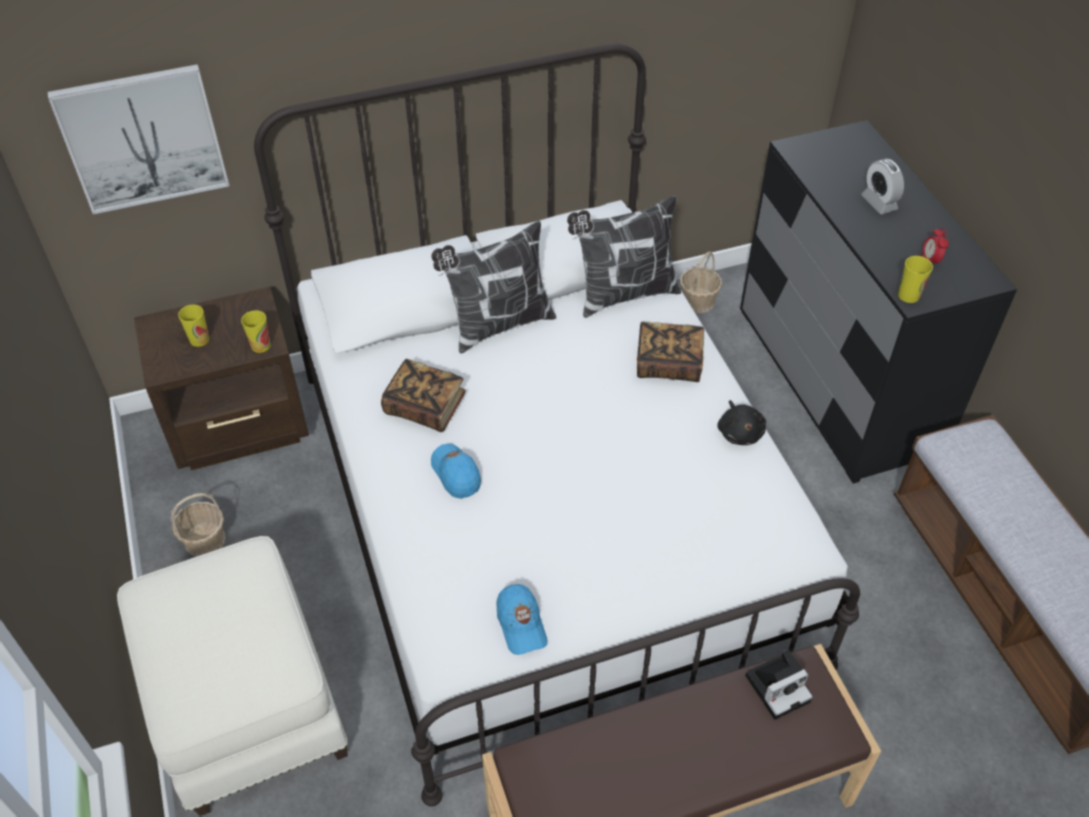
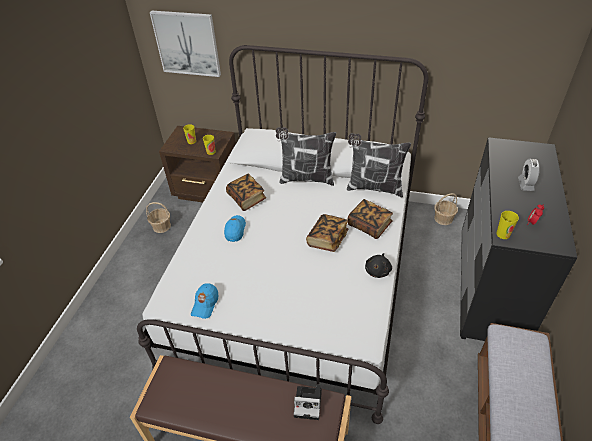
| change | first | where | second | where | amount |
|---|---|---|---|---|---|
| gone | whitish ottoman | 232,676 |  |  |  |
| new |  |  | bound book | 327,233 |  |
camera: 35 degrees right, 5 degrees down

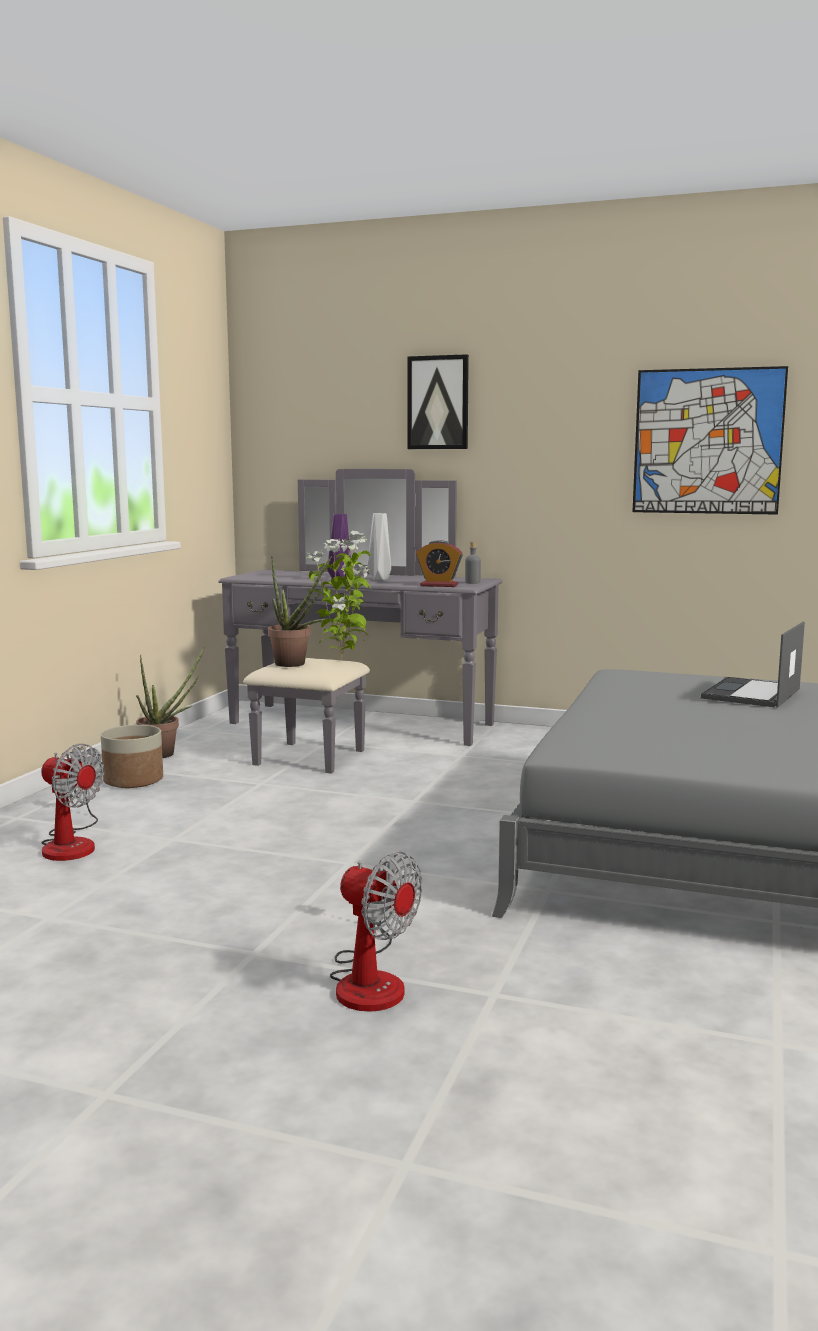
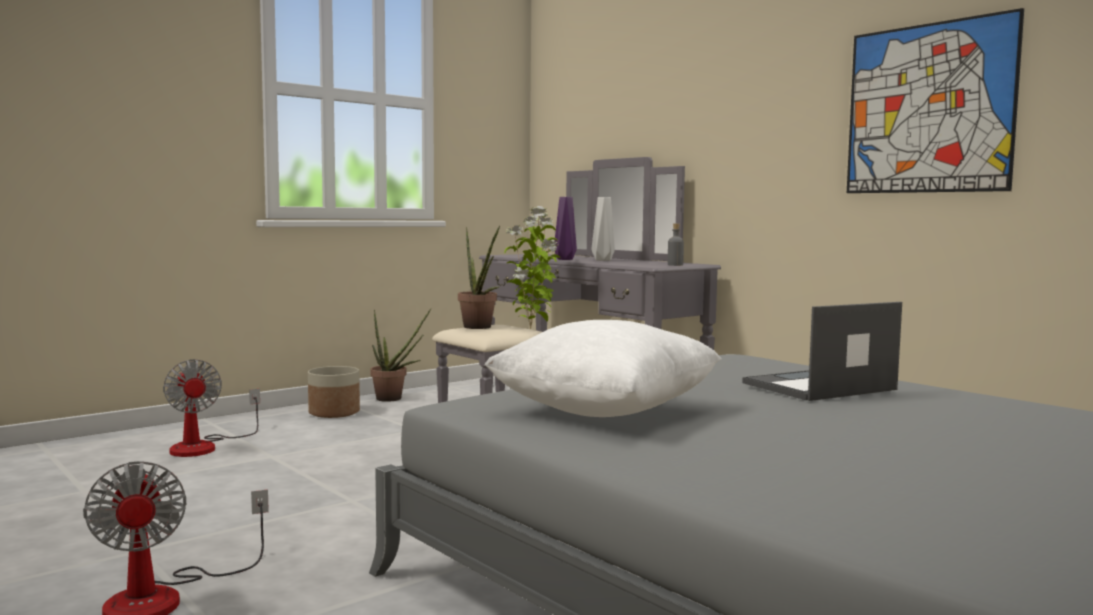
| change | first | where | second | where | amount |
|---|---|---|---|---|---|
| gone | wall picture | 438,401 |  |  |  |
| gone | table clock | 439,563 |  |  |  |
| new |  |  | whitish throw pillow | 603,368 |  |
camera: 30 degrees right, 5 degrees down

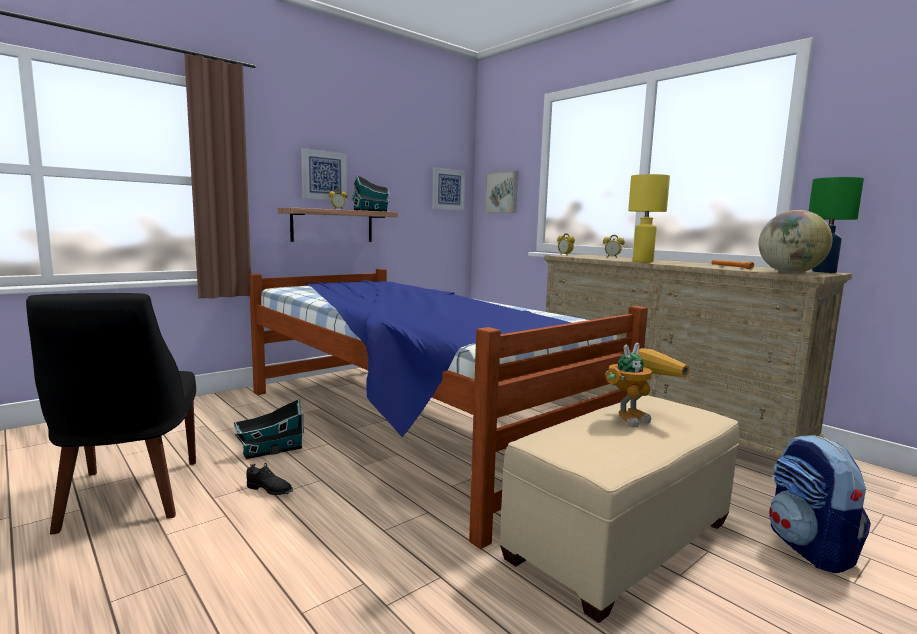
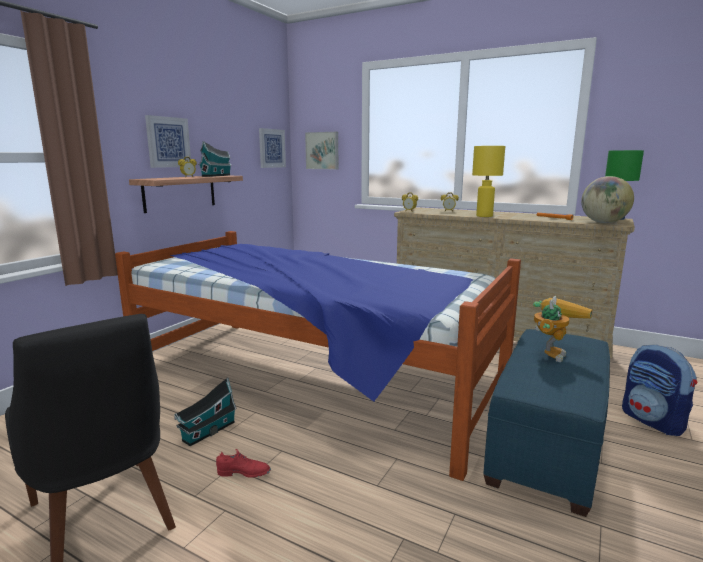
| change | first | where | second | where | amount |
|---|---|---|---|---|---|
| repainted | black-coloured shoe | 270,479 | red shoe | 243,463 |  |
| repainted | sand-coloured ottoman | 619,509 | bluish ottoman | 546,423 |  |
camera: 20 degrees left, 5 degrees up

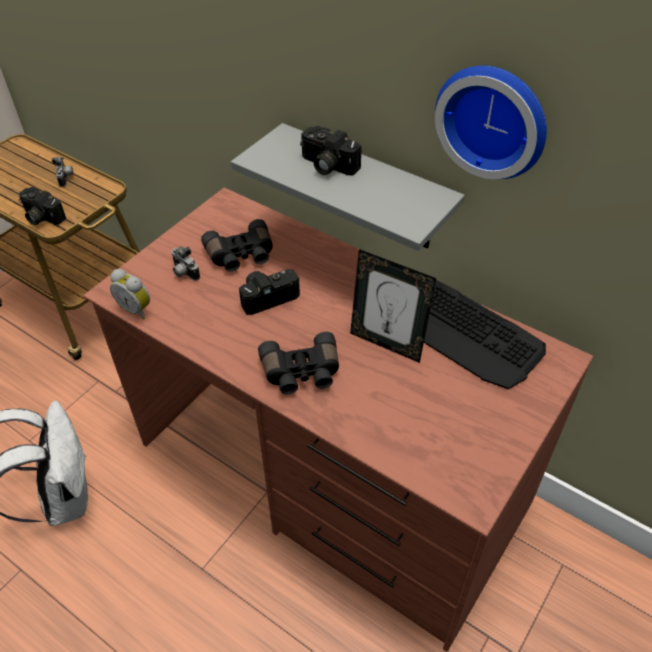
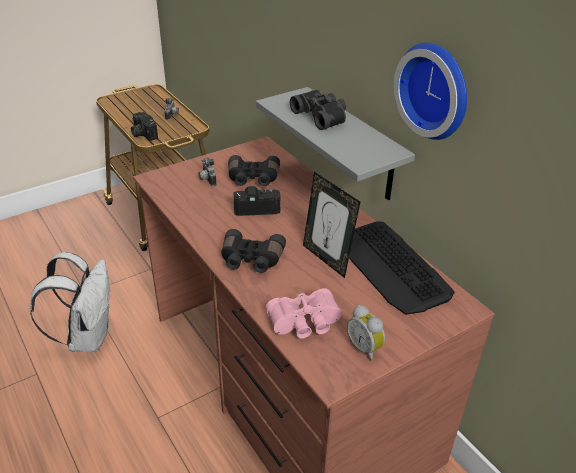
| change | first | where | second | where | amount |
|---|---|---|---|---|---|
| shifted | table clock | 130,294 |  | 366,333 |  |
| swapped | still camera | 331,151 | black-coloured field glasses | 318,110 |  |
| new |  |  | pinkish field glasses | 304,313 |  |
camera: 20 degrees right, 10 degrees down

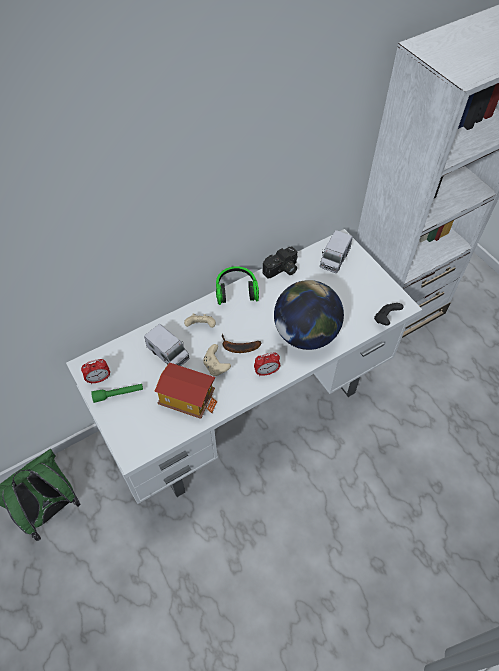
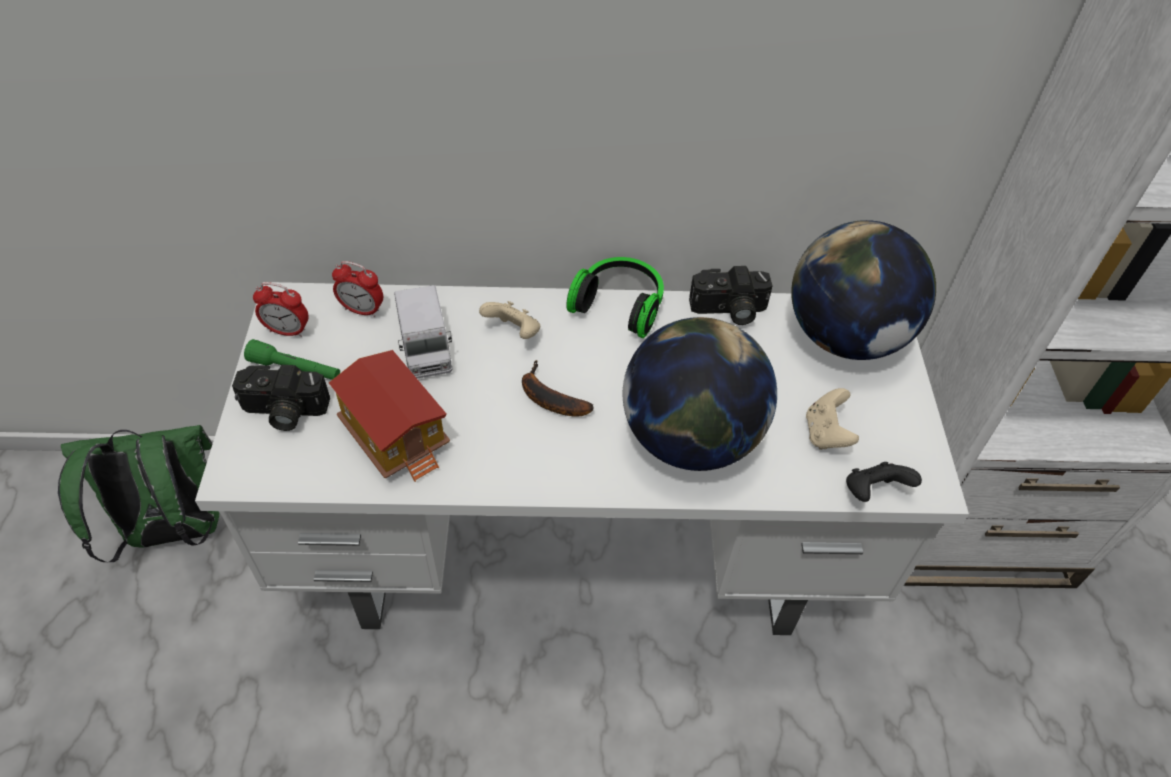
| change | first | where | second | where | amount |
|---|---|---|---|---|---|
| shifted | sand-coloured game controller | 217,360 |  | 832,419 |  |
| shifted | table clock | 267,364 |  | 357,289 |  |
| swapped | model truck | 336,251 | world globe | 863,290 |  |
| new |  |  | still camera | 281,398 |  |
camera: 30 degrees right, 5 degrees down

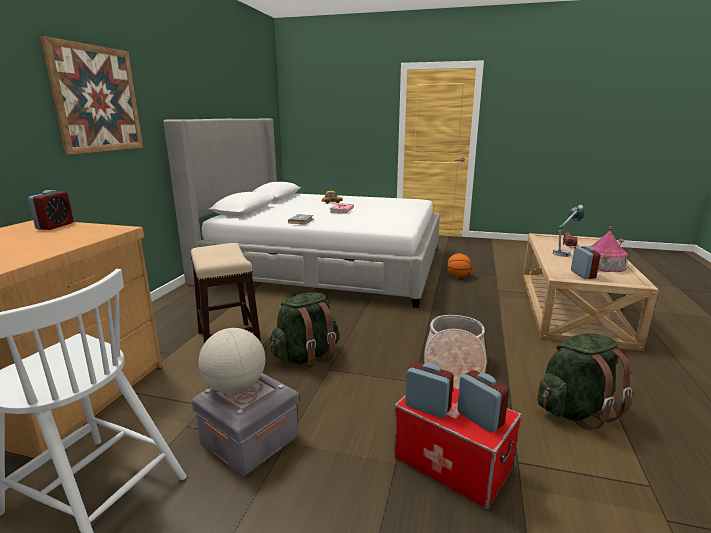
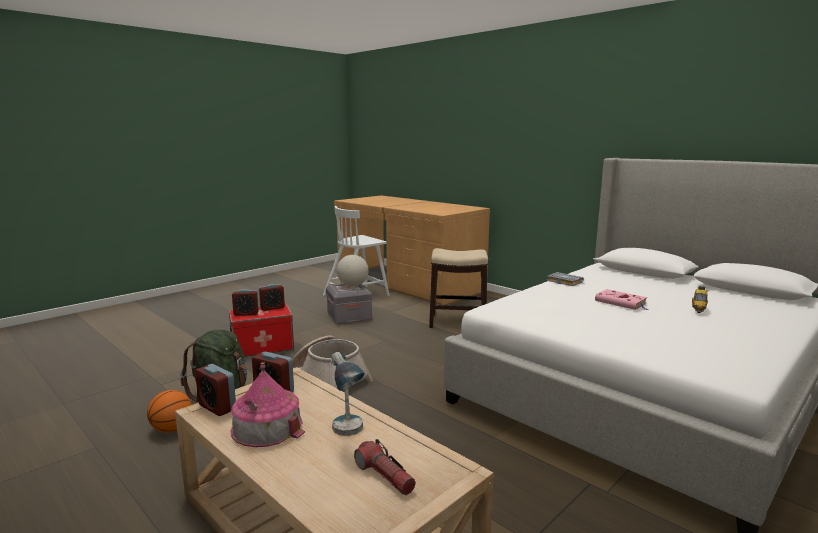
| change | first | where | second | where | amount |
|---|---|---|---|---|---|
| shifted | table clock | 51,210 |  | 215,390 |  |
| gone | wall picture | 91,95 |  |  |  |
| gone | greenish backpack | 304,330 |  |  |  |
| shifted | basketball | 459,265 |  | 169,411 |  |
camera: 120 degrees right, 5 degrees down

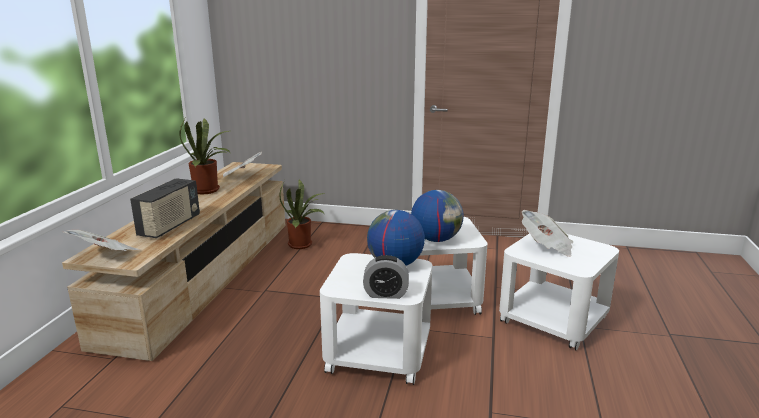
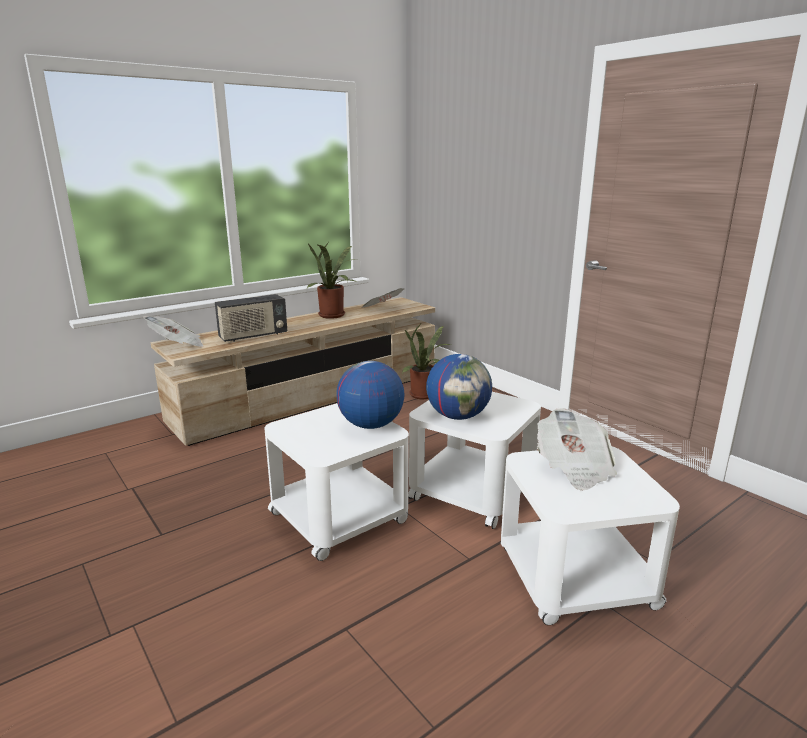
| change | first | where | second | where | amount |
|---|---|---|---|---|---|
| gone | table clock | 386,277 |  |  |  |
camera: 40 degrees right, 0 degrees up

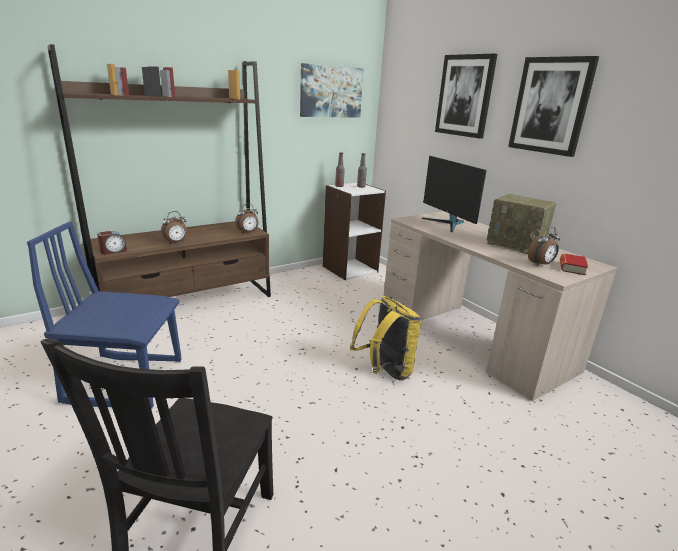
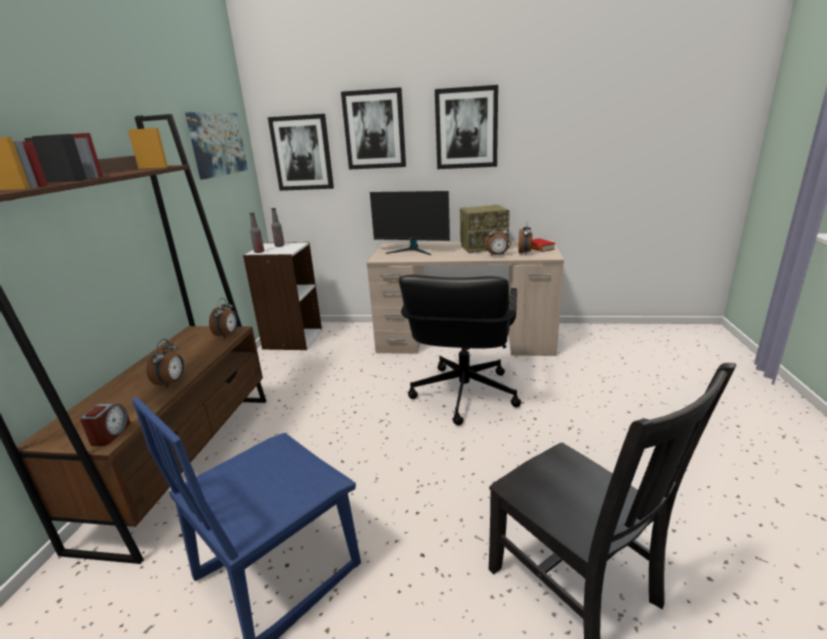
| change | first | where | second | where | amount |
|---|---|---|---|---|---|
| swapped | yellow backpack | 385,338 | black-coloured office chair | 460,350 |  |
| new |  |  | wall picture | 301,152 |  |
| new |  |  | table clock | 497,240 |  |
camera: 45 degrees left, 0 degrees up

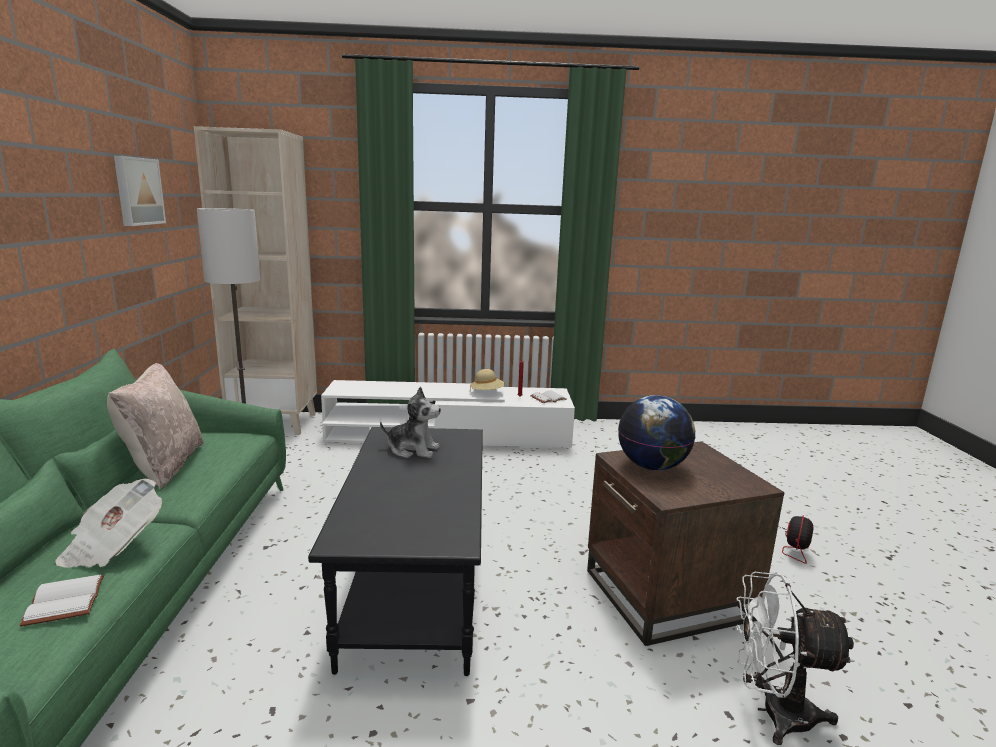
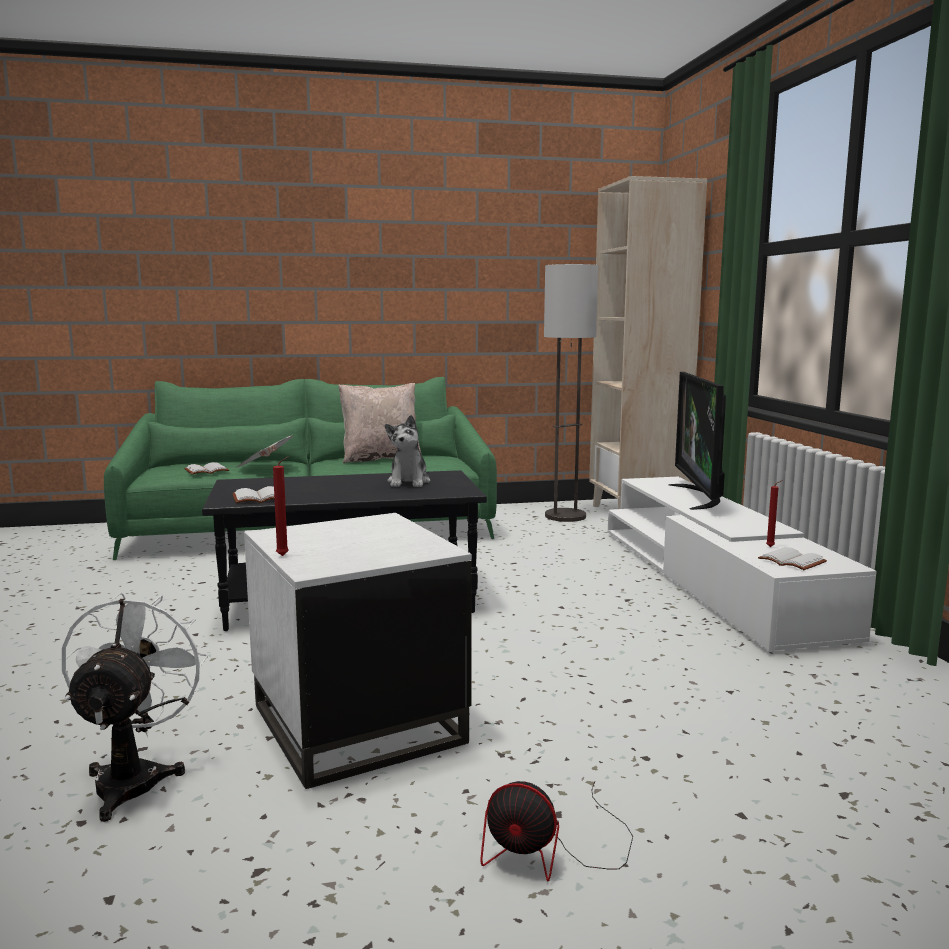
| change | first | where | second | where | amount |
|---|---|---|---|---|---|
| gone | wall picture | 140,191 |  |  |  |
| gone | sand-coloured wearable hat | 487,379 |  |  |  |
| repainted | brown side table | 685,543 | whitish side table | 358,651 |  |
| gone | world globe | 657,432 |  |  |  |
| new |  |  | whitish bound book | 259,494 |  |
| new |  |  | red candle | 281,506 |  |
| new |  |  | TV | 697,441 |  |
camera: 80 degrees right, 5 degrees down

